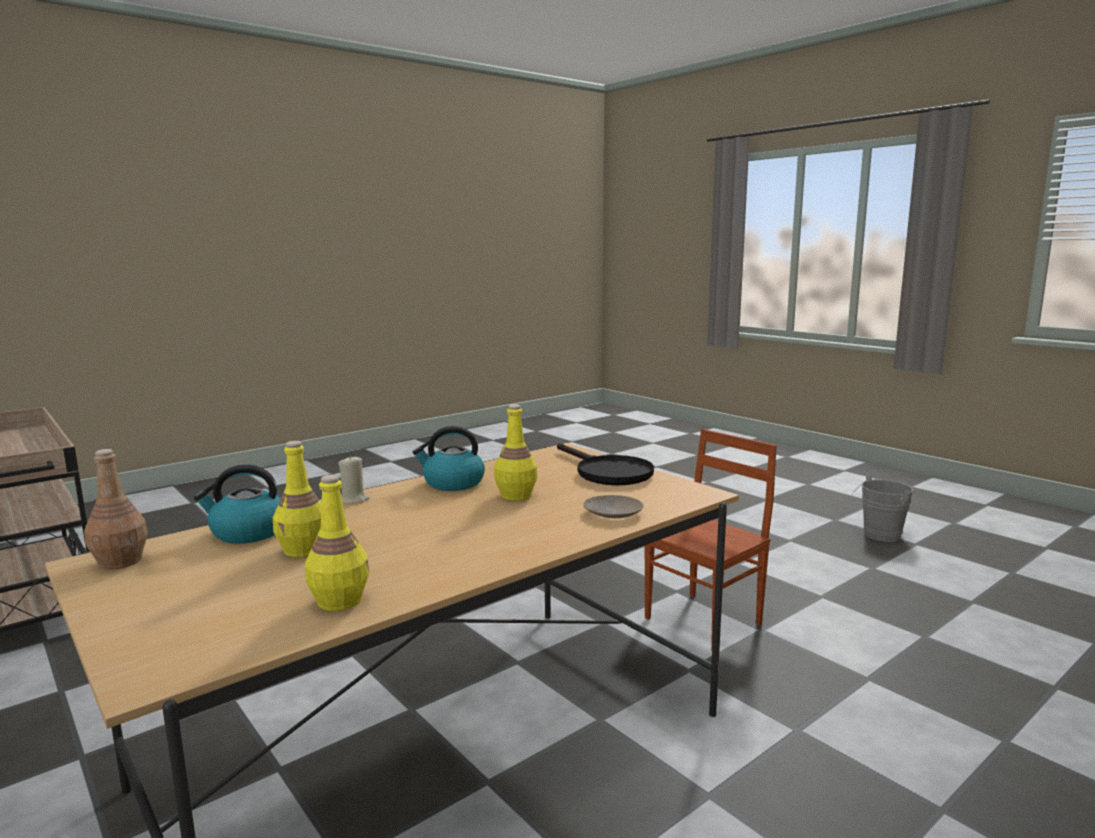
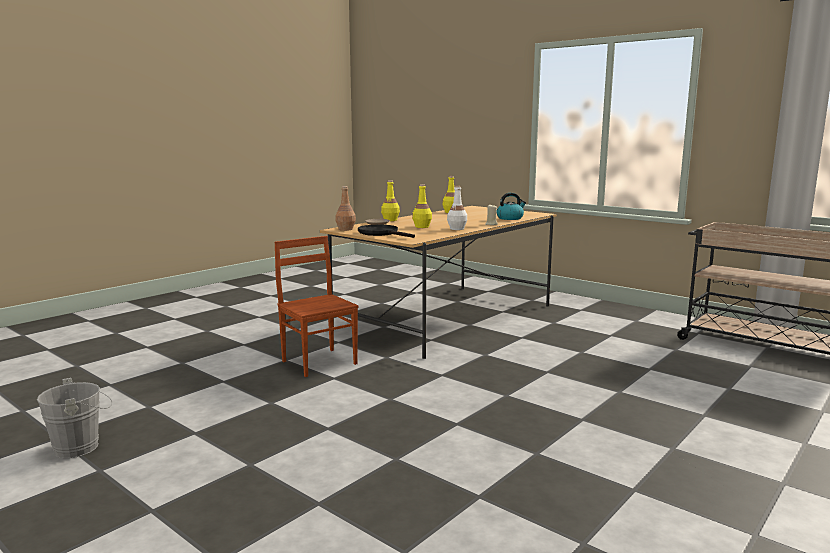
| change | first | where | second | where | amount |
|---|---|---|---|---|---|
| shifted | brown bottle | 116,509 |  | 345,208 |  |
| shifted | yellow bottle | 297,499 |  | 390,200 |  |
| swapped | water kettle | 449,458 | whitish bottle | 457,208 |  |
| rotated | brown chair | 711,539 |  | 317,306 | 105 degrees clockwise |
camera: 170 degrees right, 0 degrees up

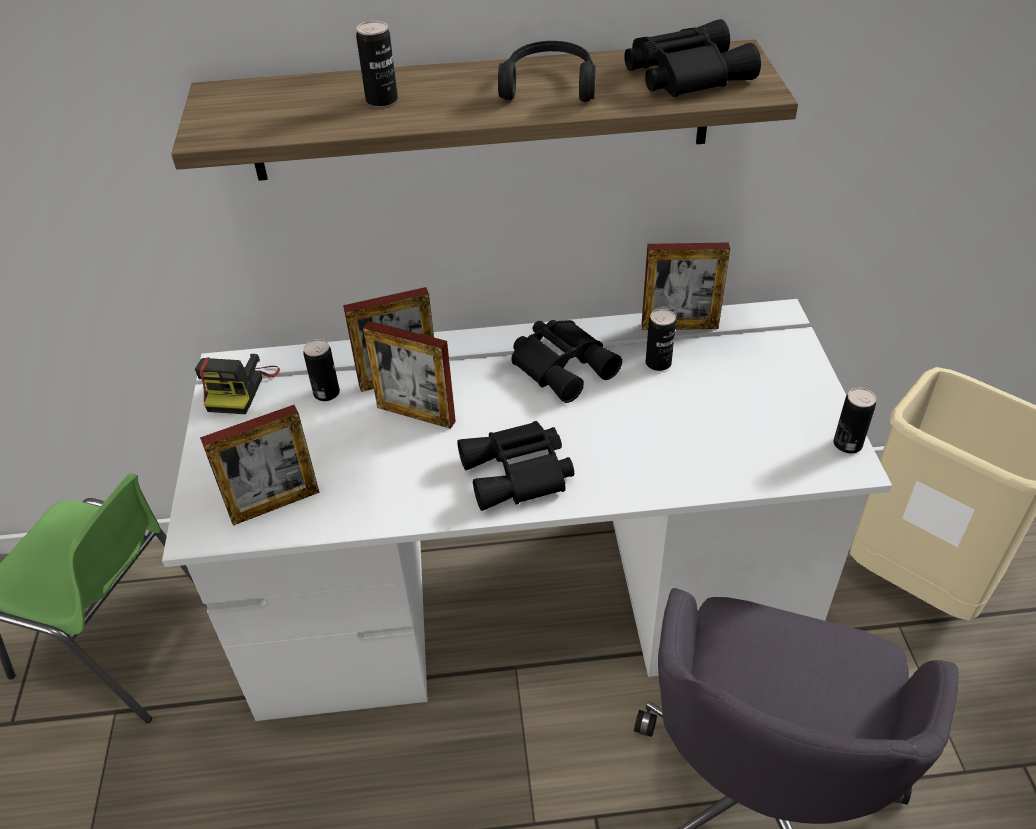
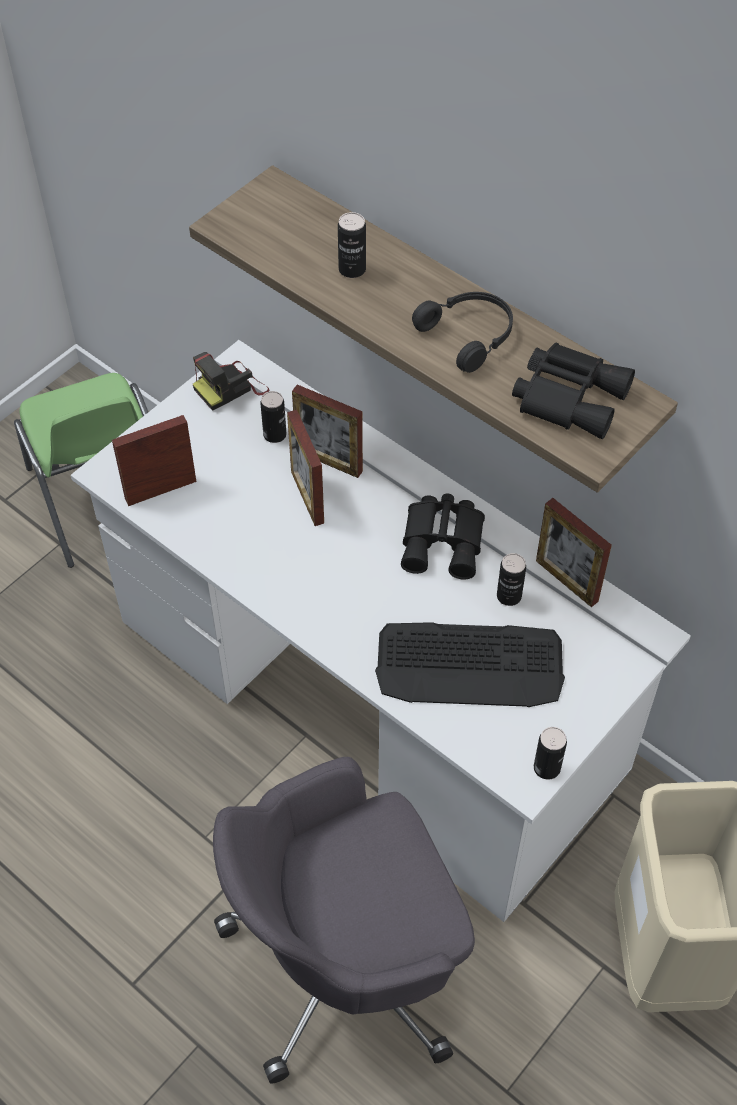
| change | first | where | second | where | amount |
|---|---|---|---|---|---|
| rotated | standing frame | 260,465 |  | 154,460 | 135 degrees clockwise |
| gone | black-coloured field glasses | 515,466 |  |  |  |
| new |  |  | keyboard | 470,664 |  |
camera: 45 degrees right, 10 degrees up

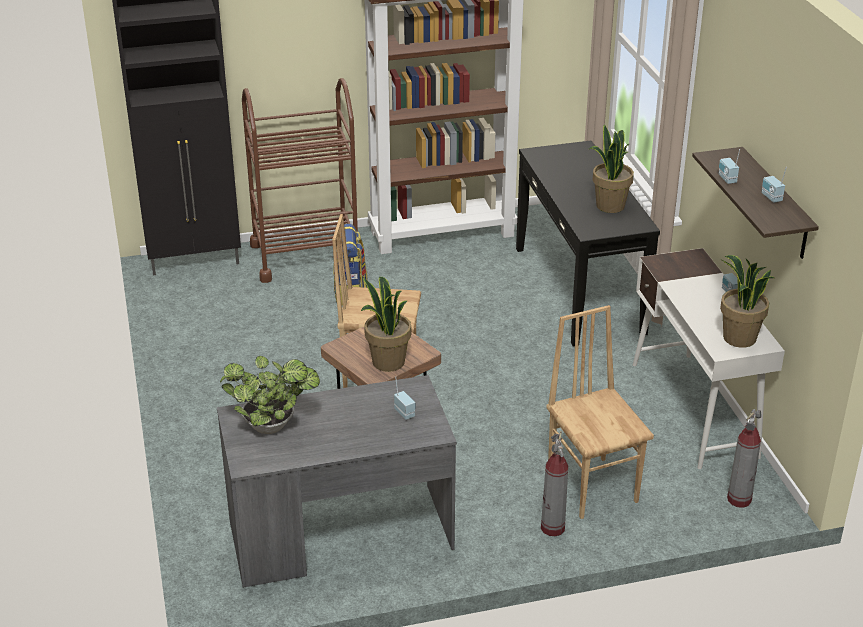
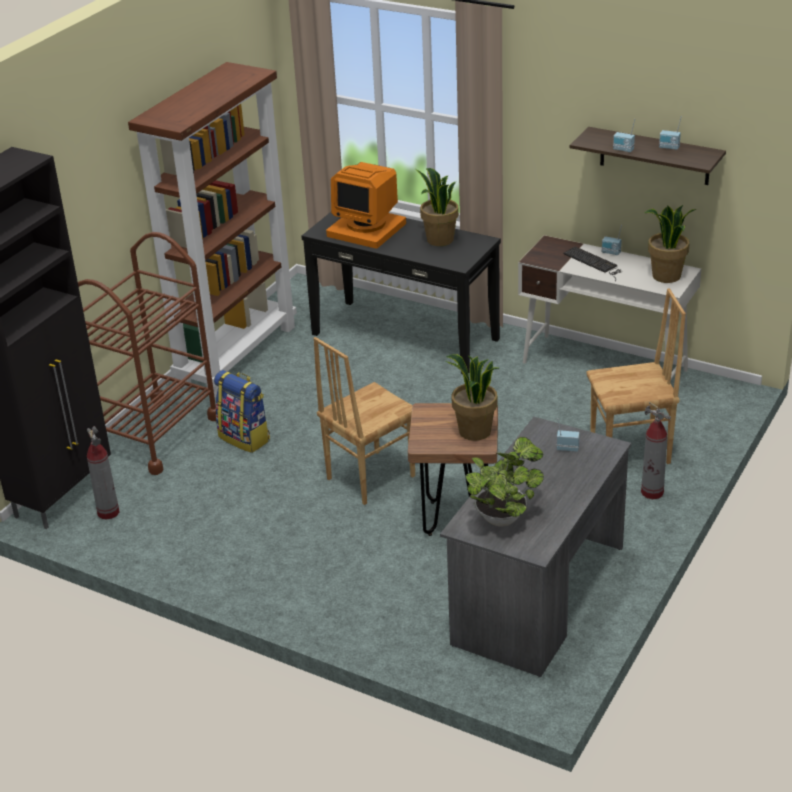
| change | first | where | second | where | amount |
|---|---|---|---|---|---|
| rotated | brown chair | 600,412 |  | 636,376 | 150 degrees clockwise |
| shifted | extinguisher | 744,458 |  | 103,473 |  |
| new |  |  | monitor | 366,205 |  |
| new |  |  | keyboard | 592,263 |  |
camera: 45 degrees left, 0 degrees up

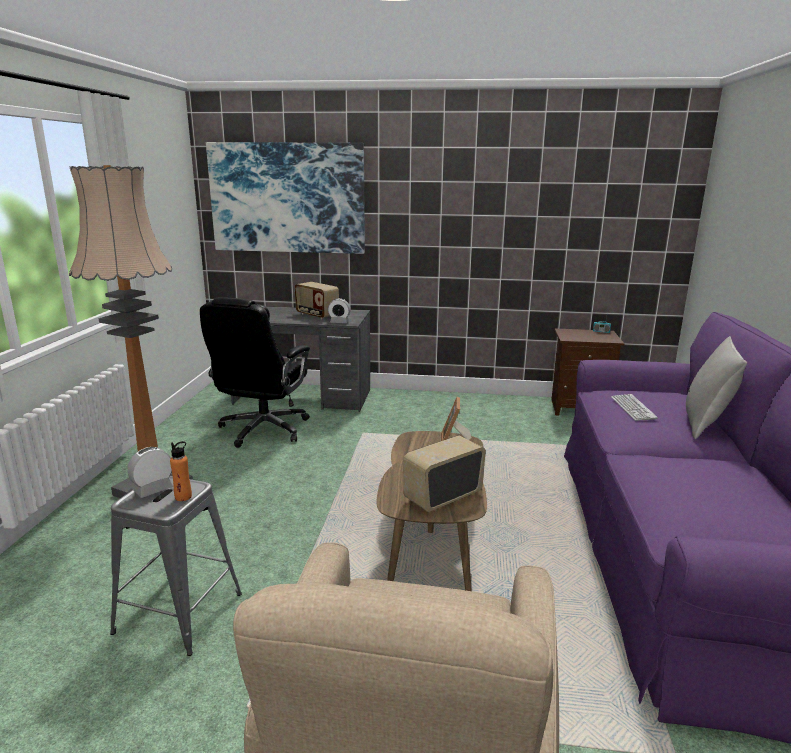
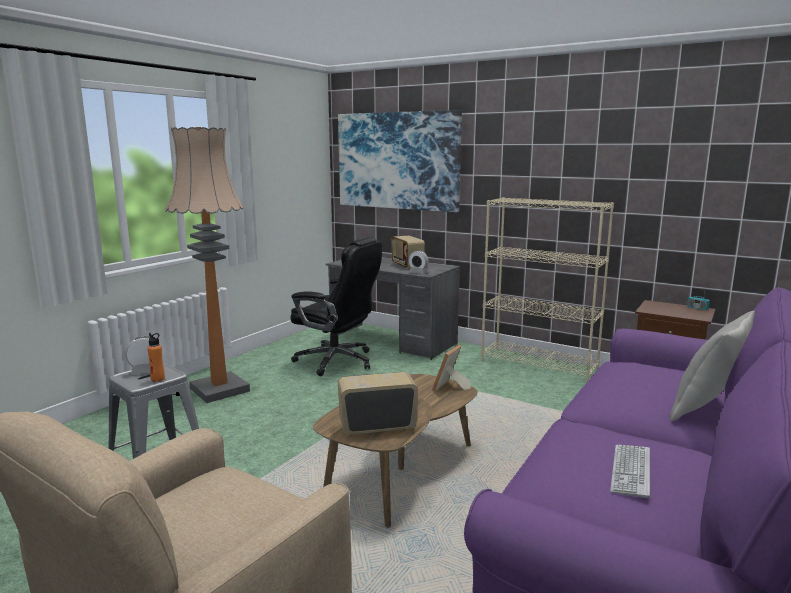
| change | first | where | second | where | amount |
|---|---|---|---|---|---|
| rotated | black-coloured office chair | 255,372 |  | 336,306 | 105 degrees counterclockwise |
| shifted | keyboard | 634,407 |  | 630,471 |  |
| new |  |  | sand-coloured shelving unit | 547,289 |  |
camera: 25 degrees right, 5 degrees down

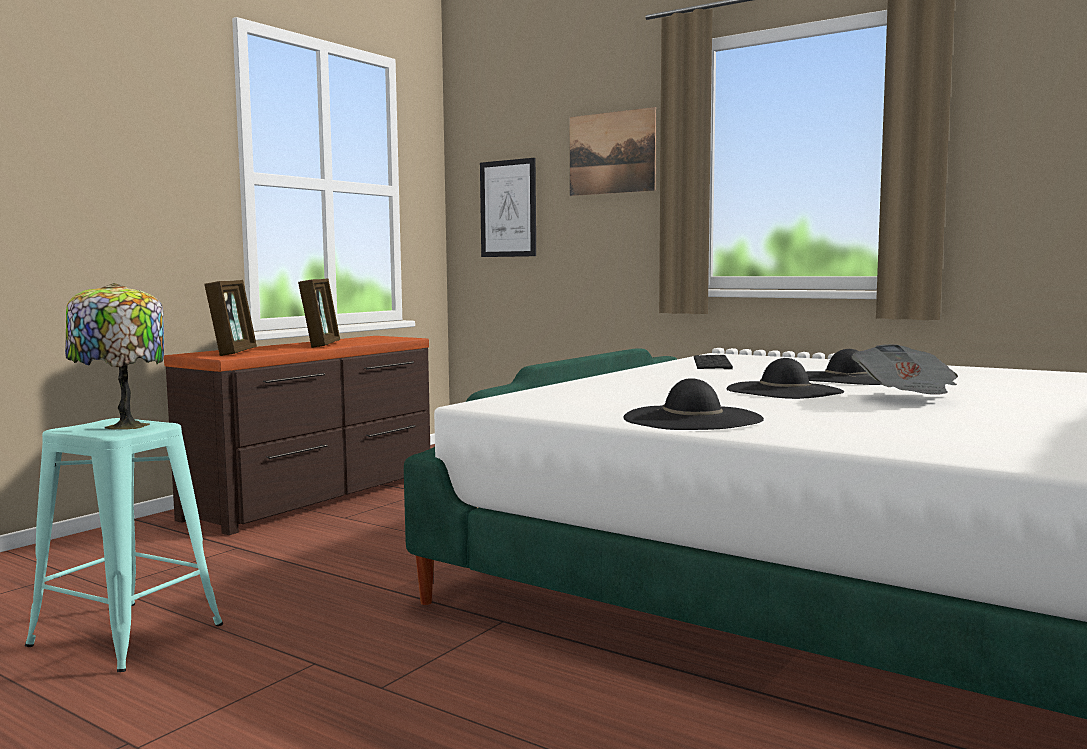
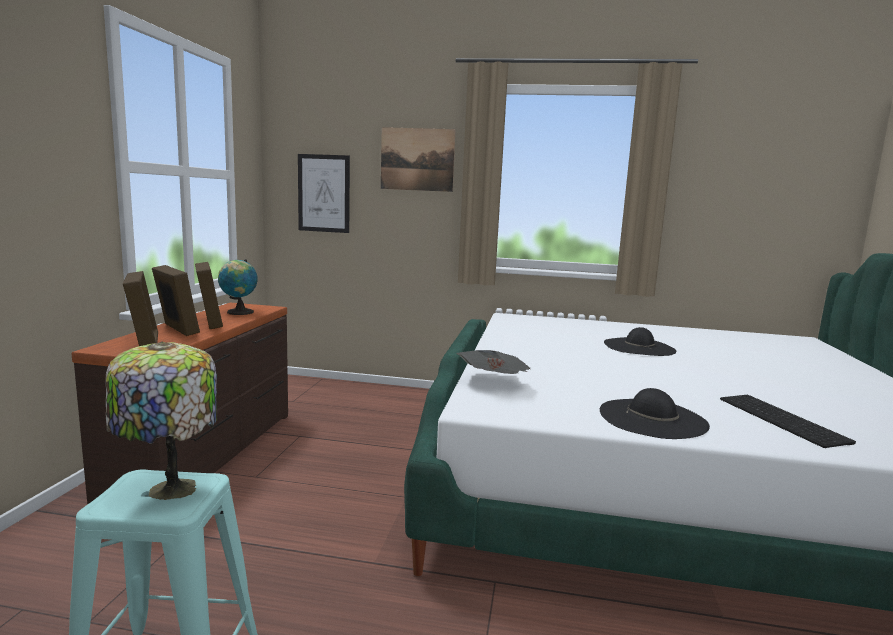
| change | first | where | second | where | amount |
|---|---|---|---|---|---|
| shifted | keyboard | 713,362 |  | 788,421 |  |
| gone | black-coloured wearable hat | 785,378 |  |  |  |
| shifted | newspaper | 905,369 |  | 493,362 |  |
| new |  |  | standing frame | 176,300 |  |
| new |  |  | world globe | 237,287 |  |
camera: 25 degrees left, 5 degrees up

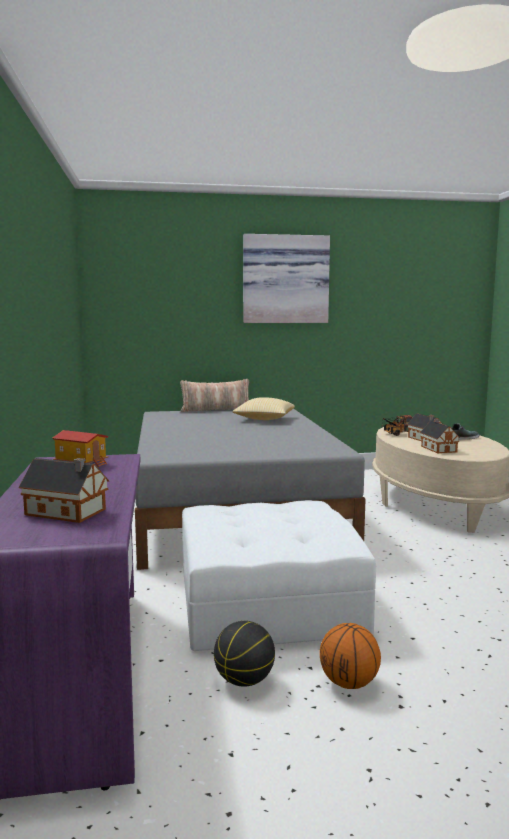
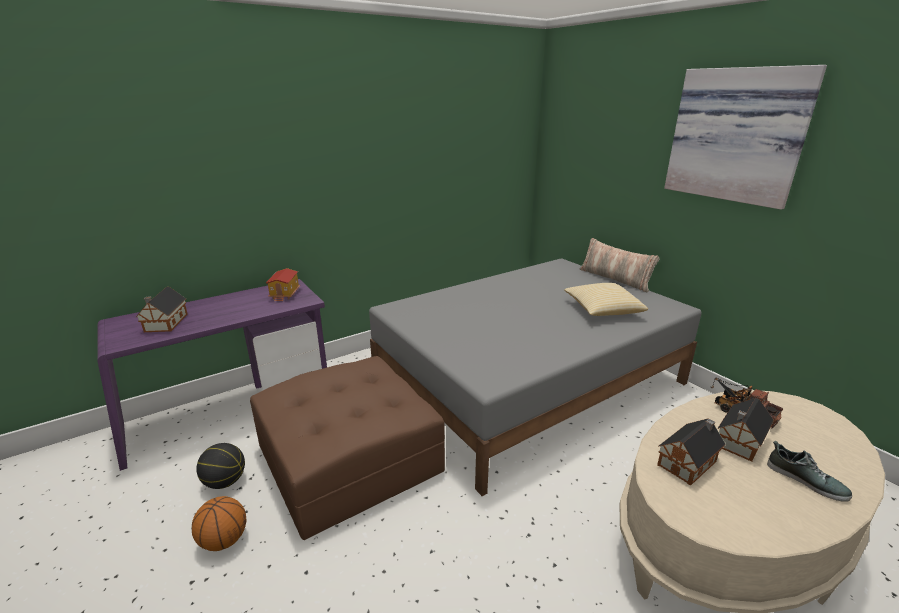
| change | first | where | second | where | amount |
|---|---|---|---|---|---|
| repainted | whitish ottoman | 279,575 | brown ottoman | 347,448 |  |
camera: 65 degrees right, 15 degrees up

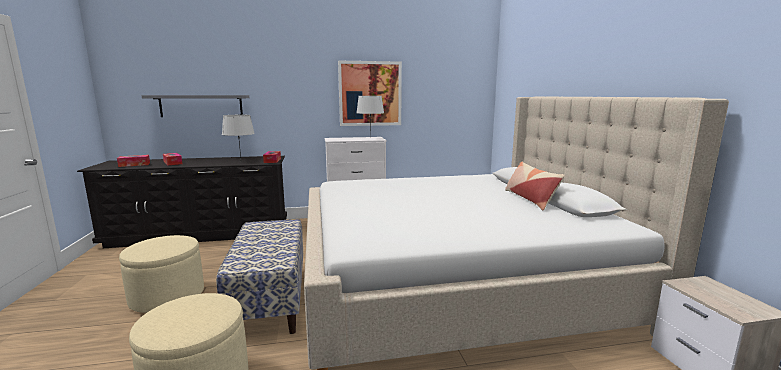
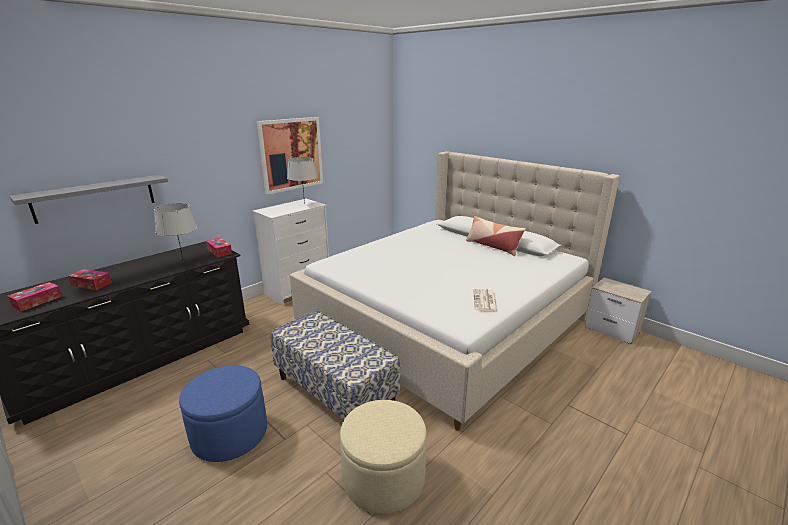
| change | first | where | second | where | amount |
|---|---|---|---|---|---|
| repainted | sand-coloured ottoman | 161,274 | bluish ottoman | 223,413 |  |
| new |  |  | newspaper | 485,300 |  |
camera: 35 degrees left, 10 degrees up

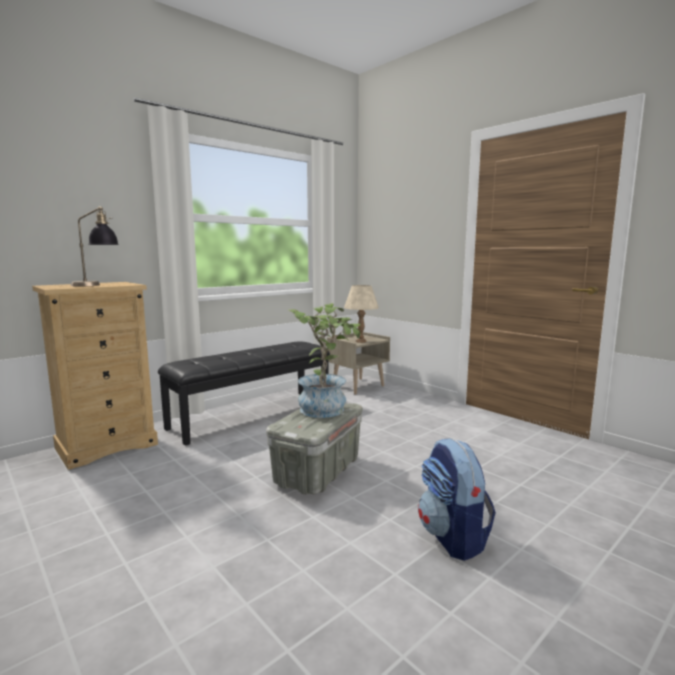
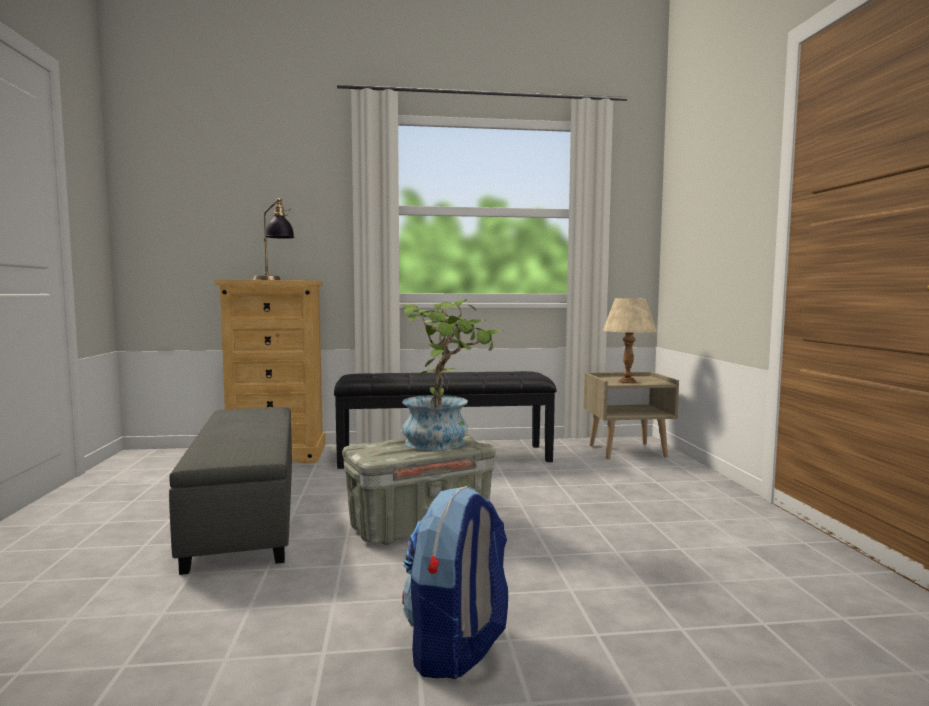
| change | first | where | second | where | amount |
|---|---|---|---|---|---|
| new |  |  | gray ottoman | 230,491 |  |
camera: 35 degrees right, 5 degrees down

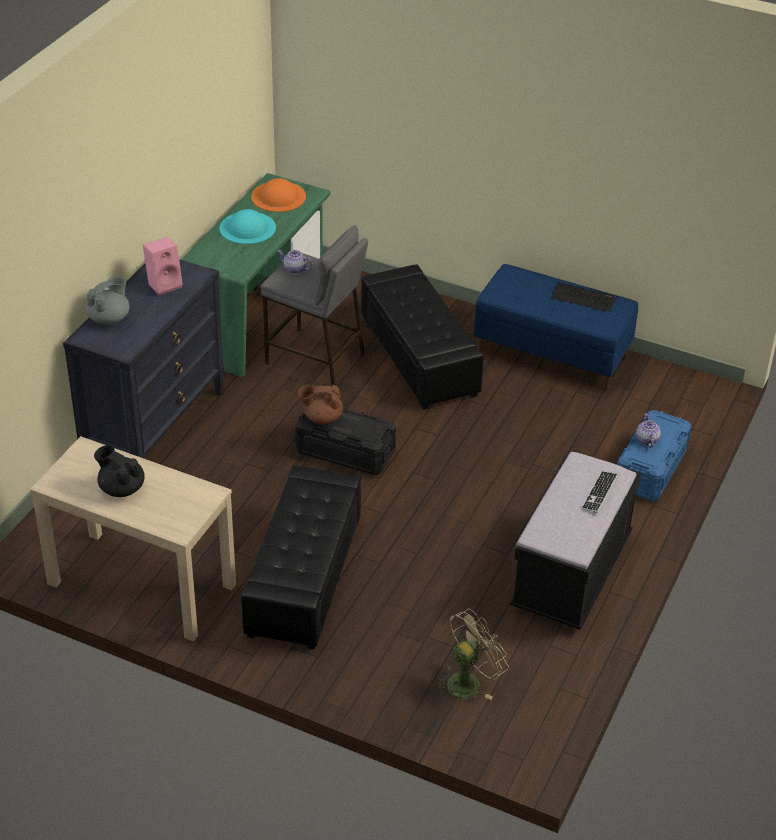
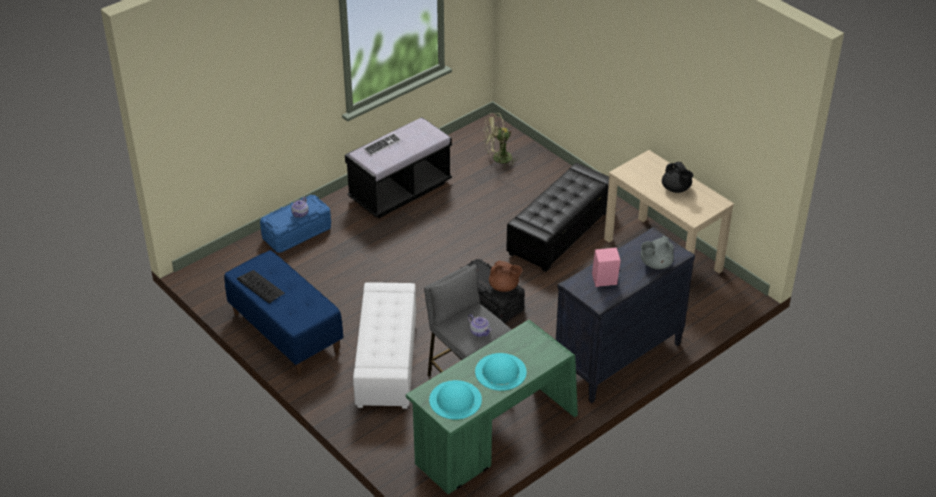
| change | first | where | second | where | amount |
|---|---|---|---|---|---|
| repainted | orangey wearable hat | 278,195 | blue-green wearable hat | 455,399 |  |
| repainted | black-coloured ottoman | 422,337 | whitish ottoman | 384,345 |  |
camera: 155 degrees left, 0 degrees up

